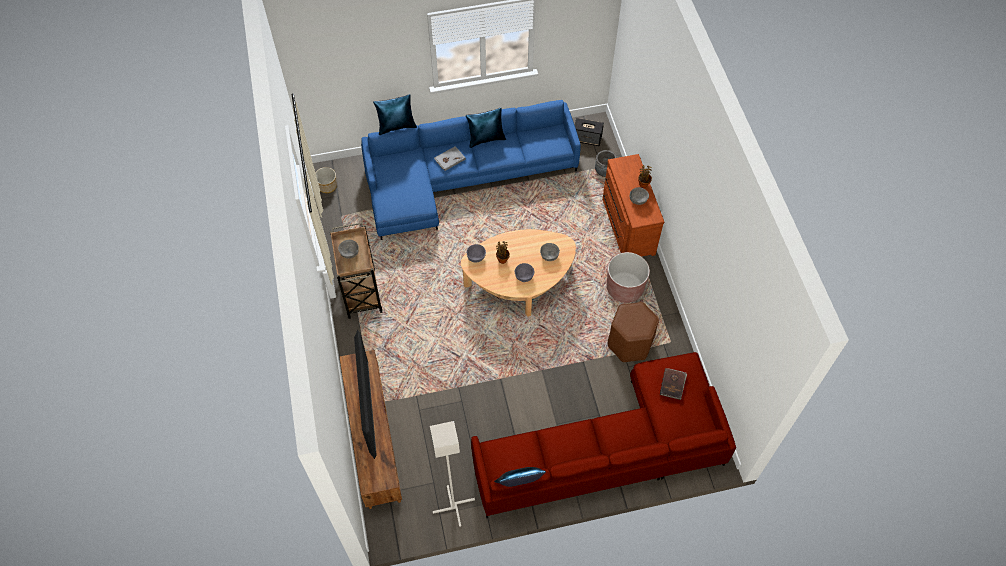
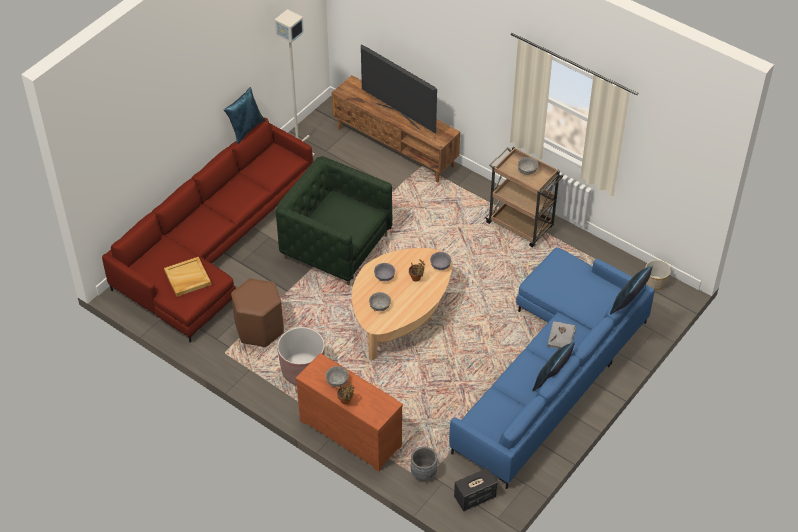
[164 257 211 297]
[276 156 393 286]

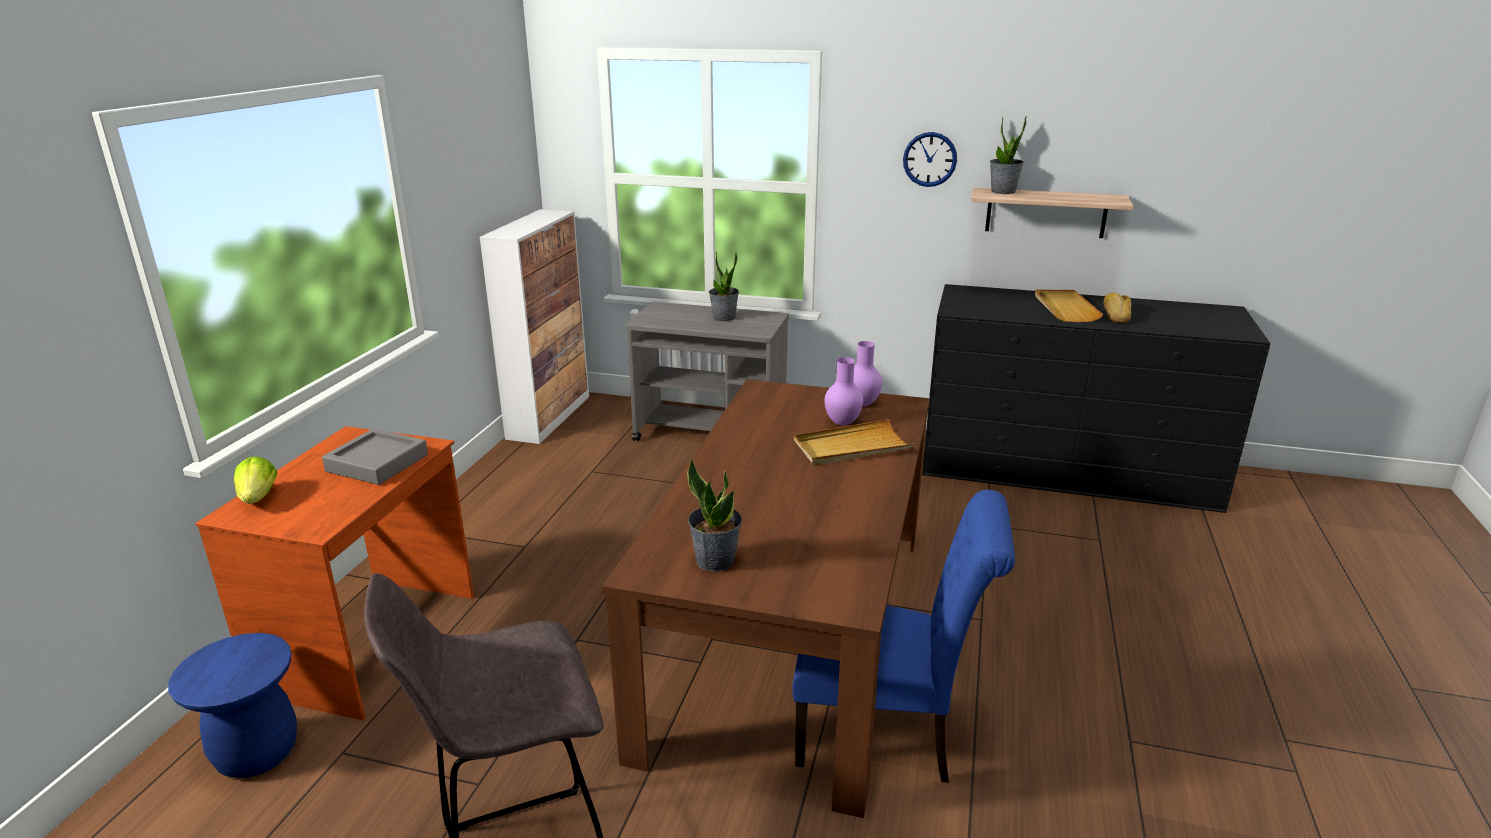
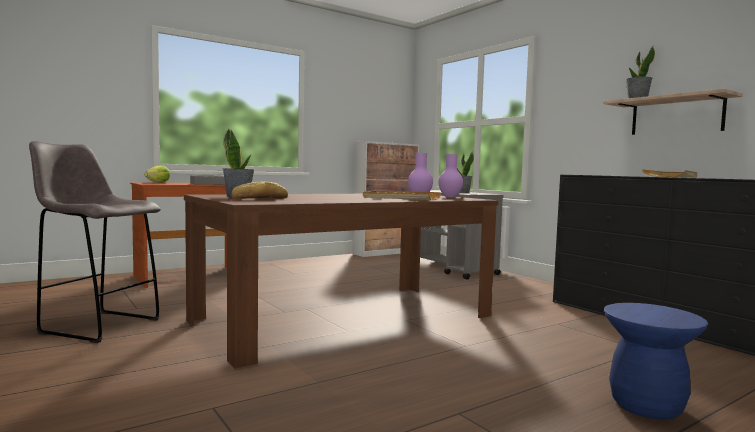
[231 182 288 199]
[604 303 708 420]
[792 490 1015 783] (first image)
[903 132 957 187] (first image)

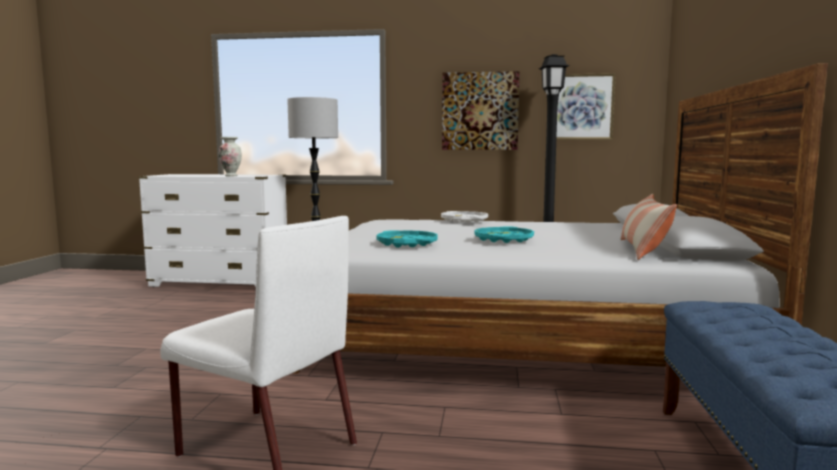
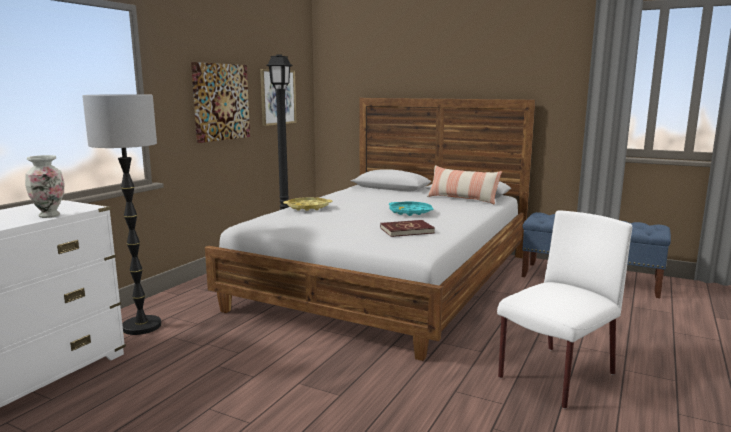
[283 197 333 211]
[380 220 435 237]

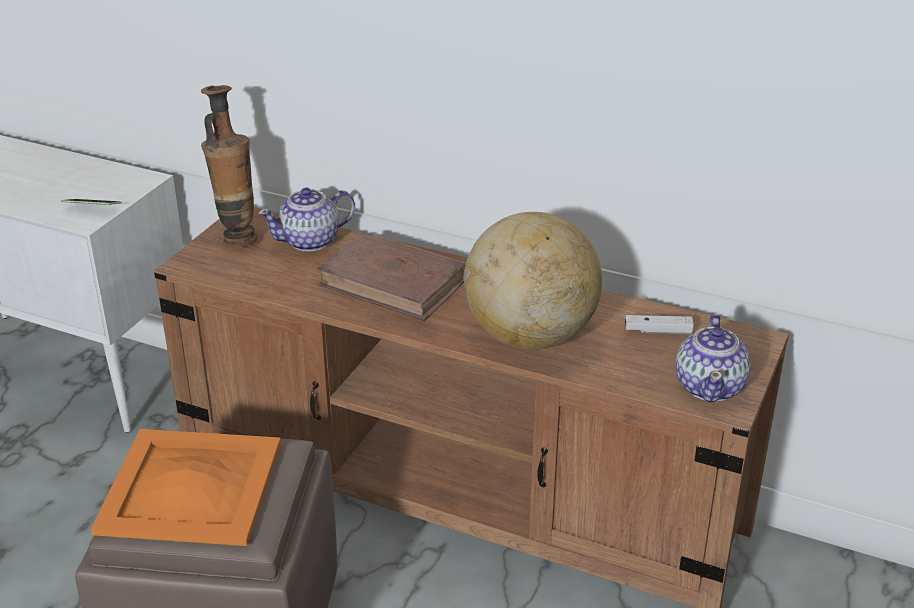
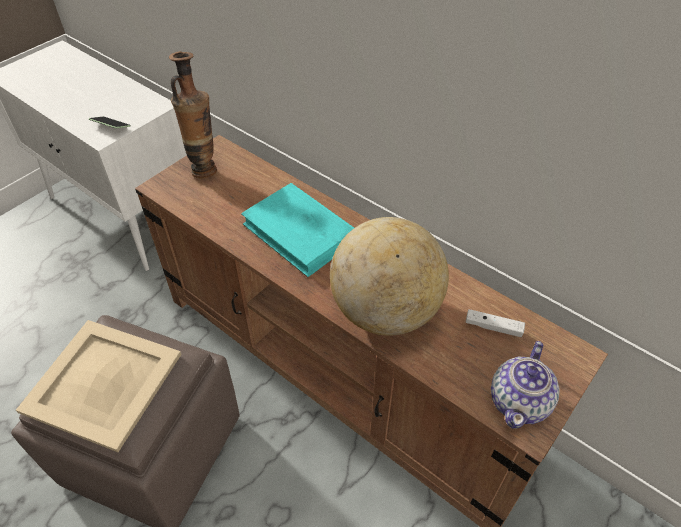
[16 320 182 452]
[241 183 354 277]
[258 188 355 252] (first image)

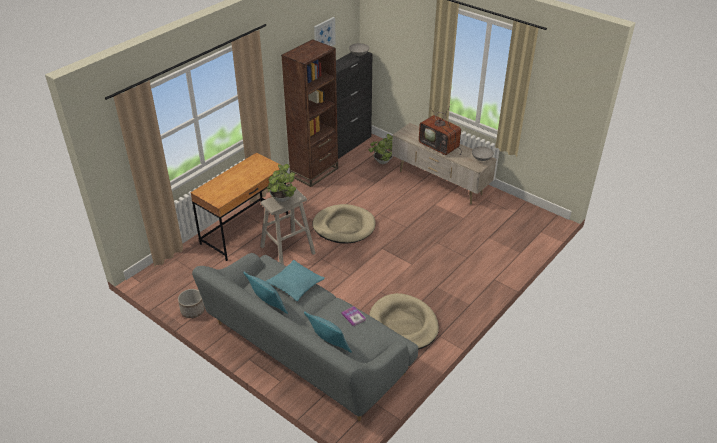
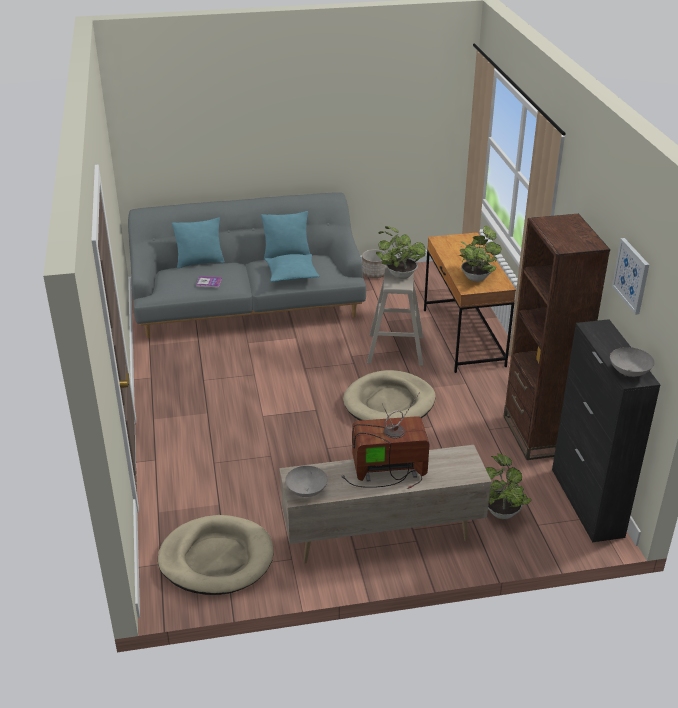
[158 515 274 595]
[459 226 501 282]

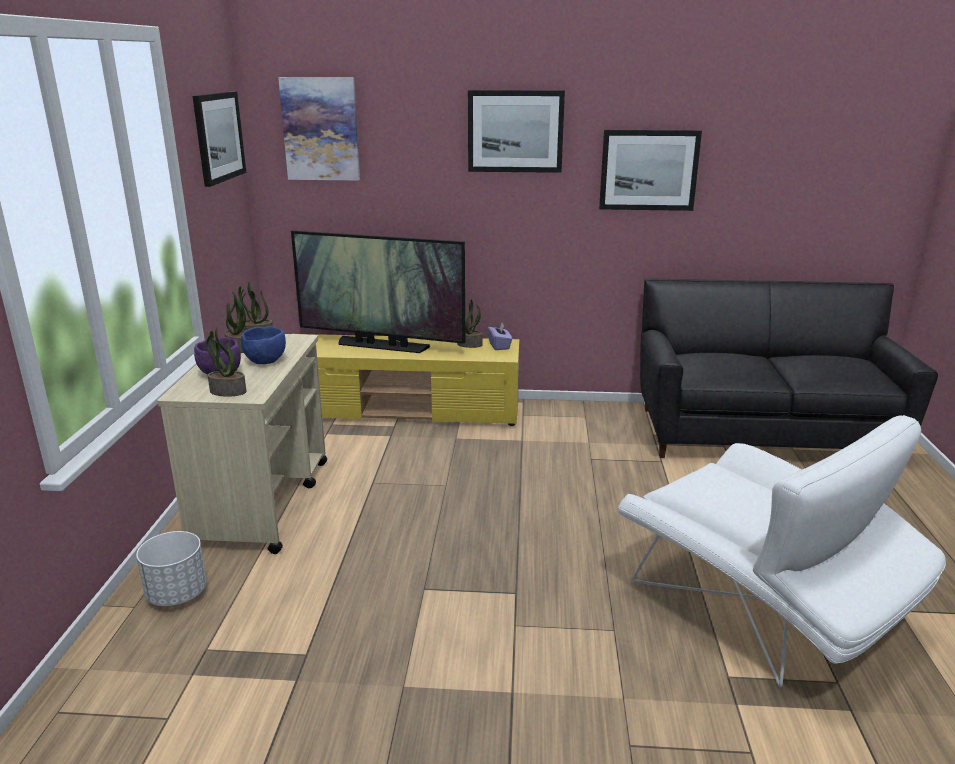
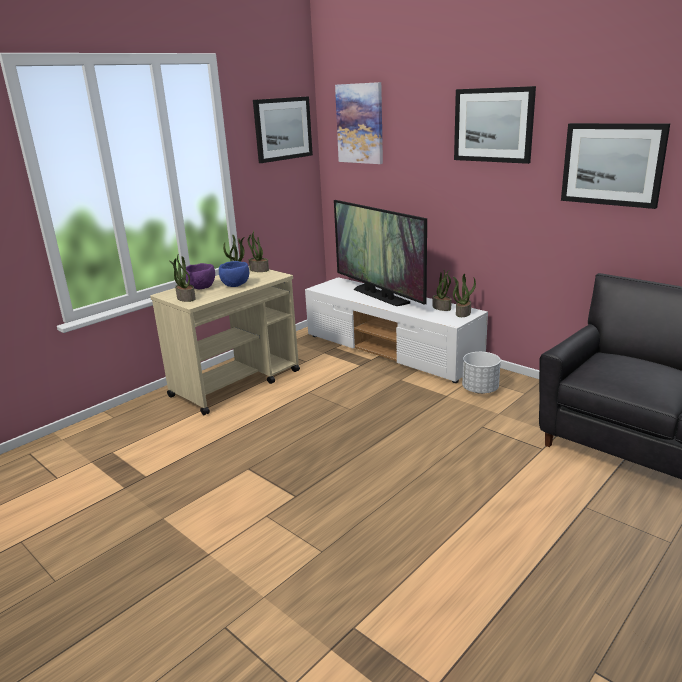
[305 277 488 383]
[453 273 476 317]
[462 352 501 394]
[618 415 946 688] (first image)

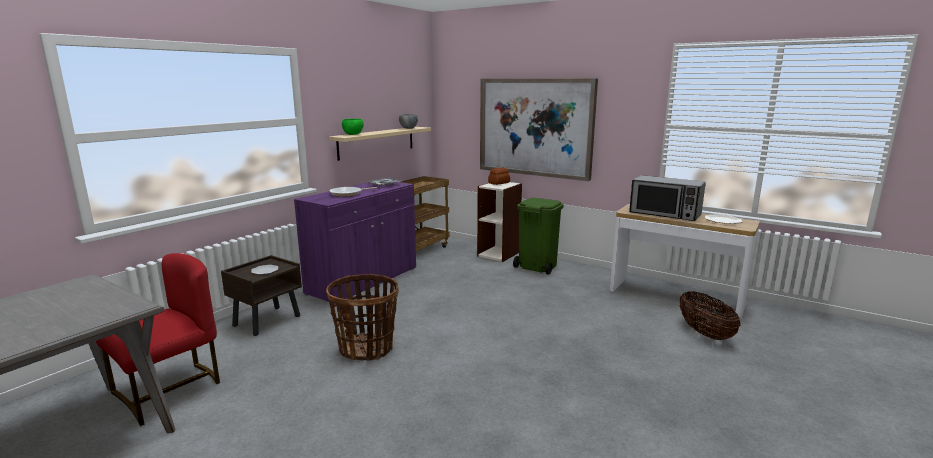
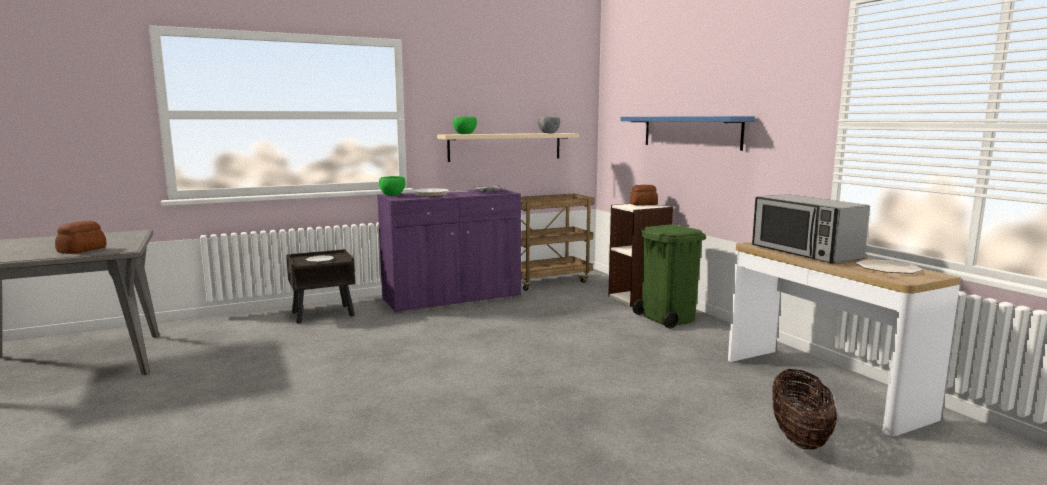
[55 221 107 254]
[379 176 406 196]
[620 116 755 151]
[96 253 220 426] (first image)
[326 274 399 361] (first image)

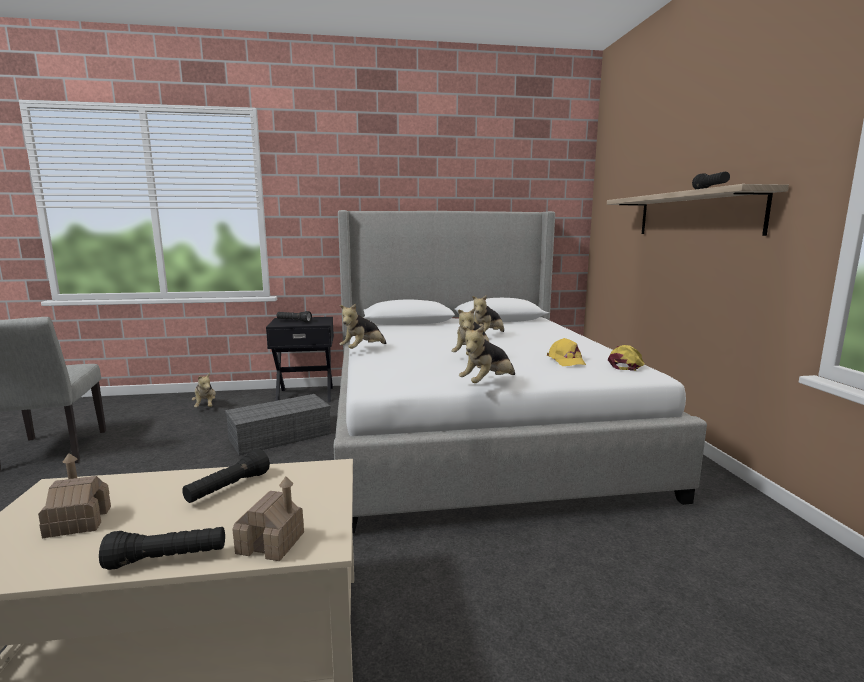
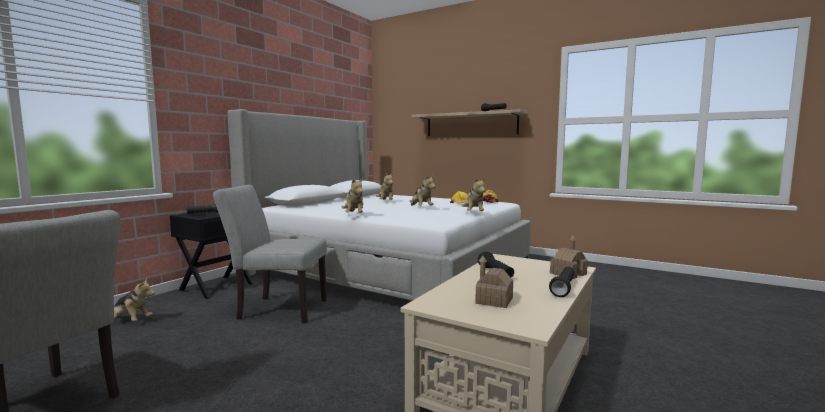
[213 185 327 323]

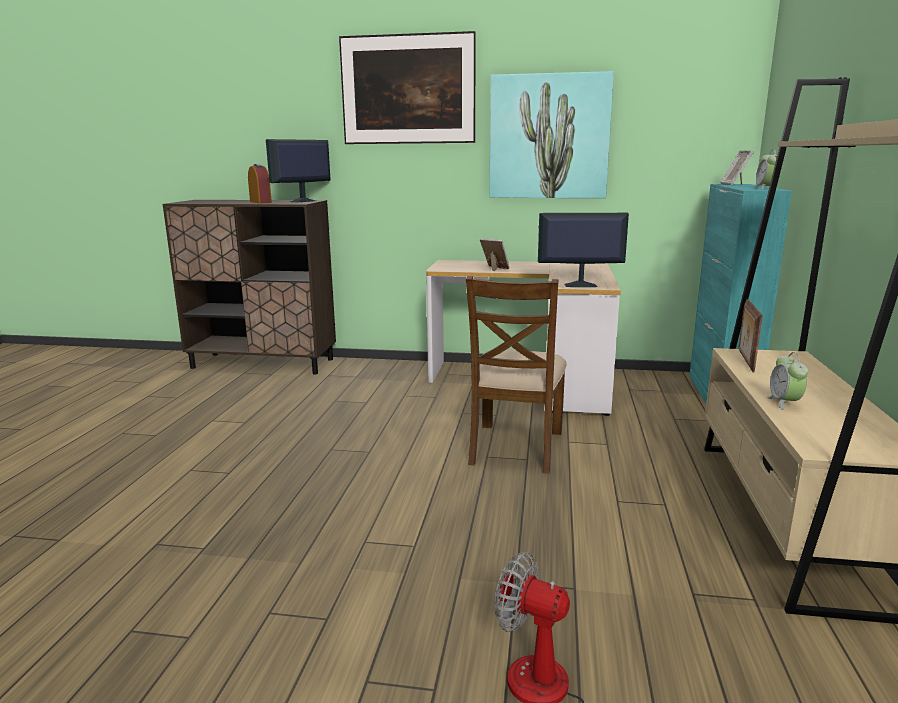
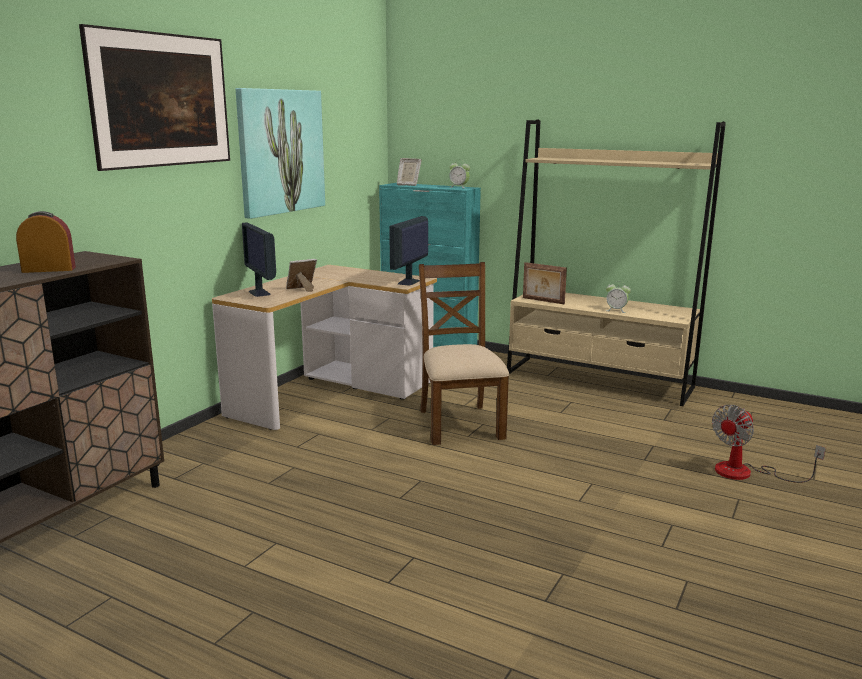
[242 222 276 297]
[419 262 509 445]

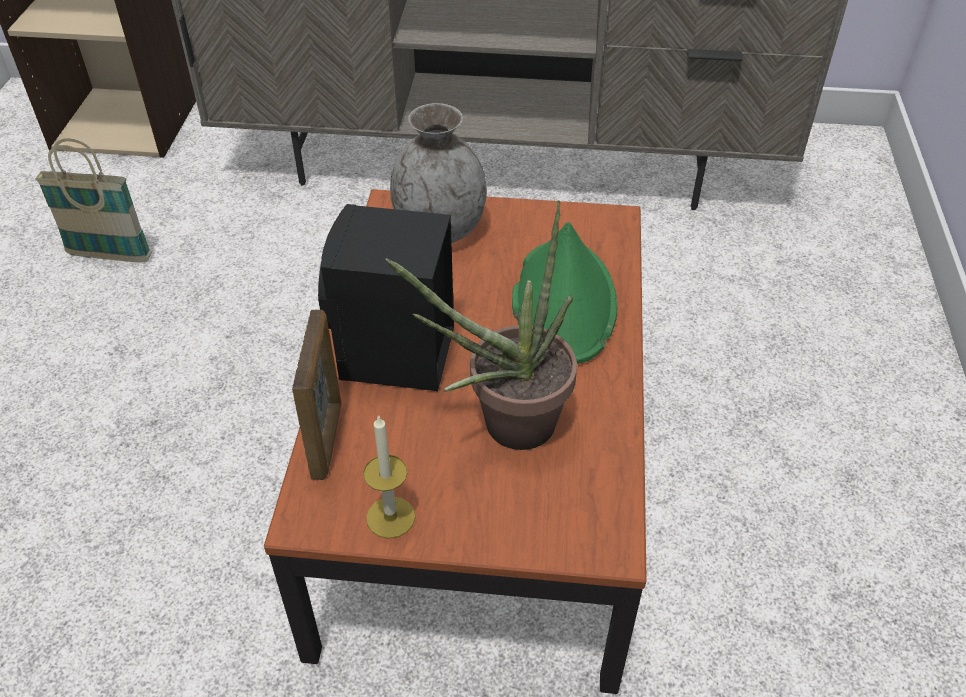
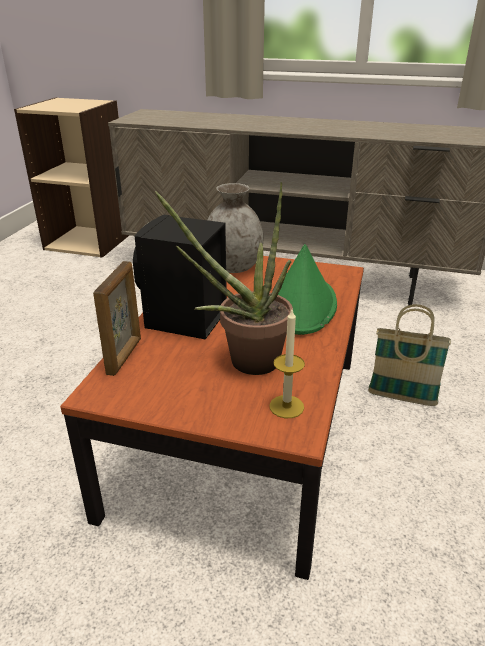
[269 310 305 418]
[368 304 451 406]

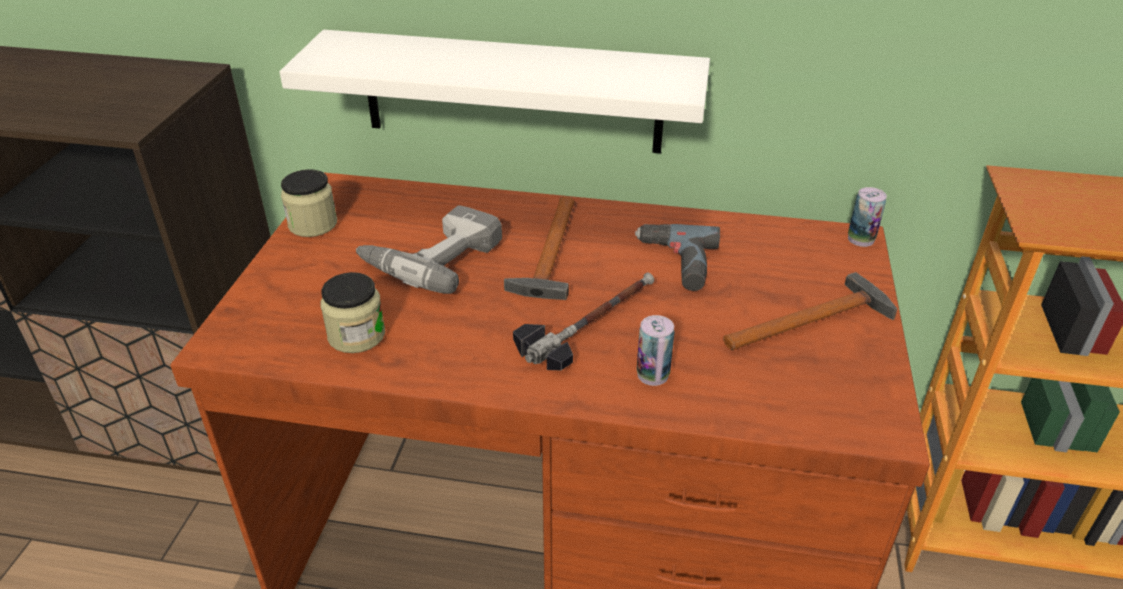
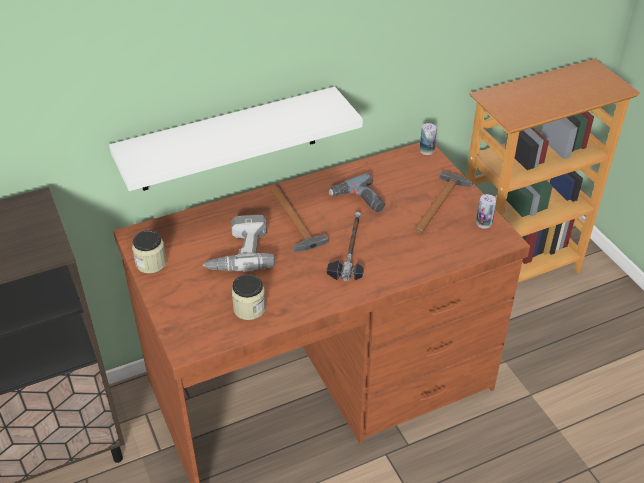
[476 194 496 229]

